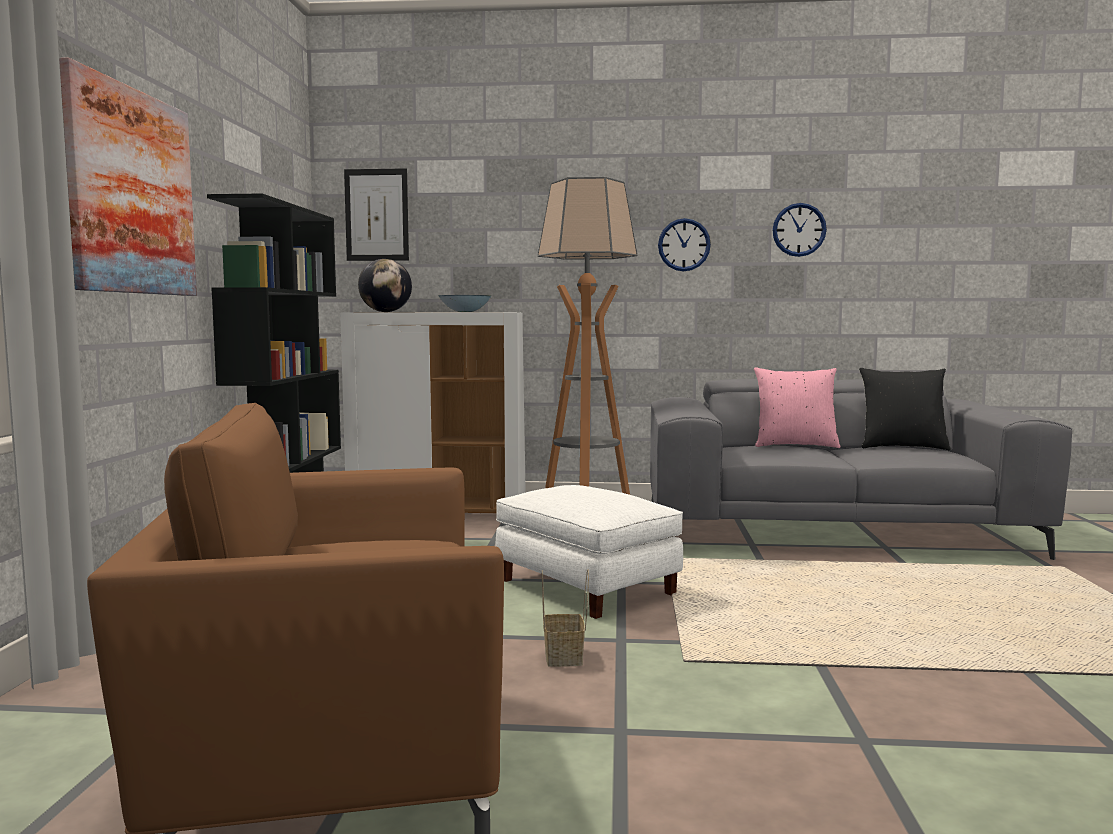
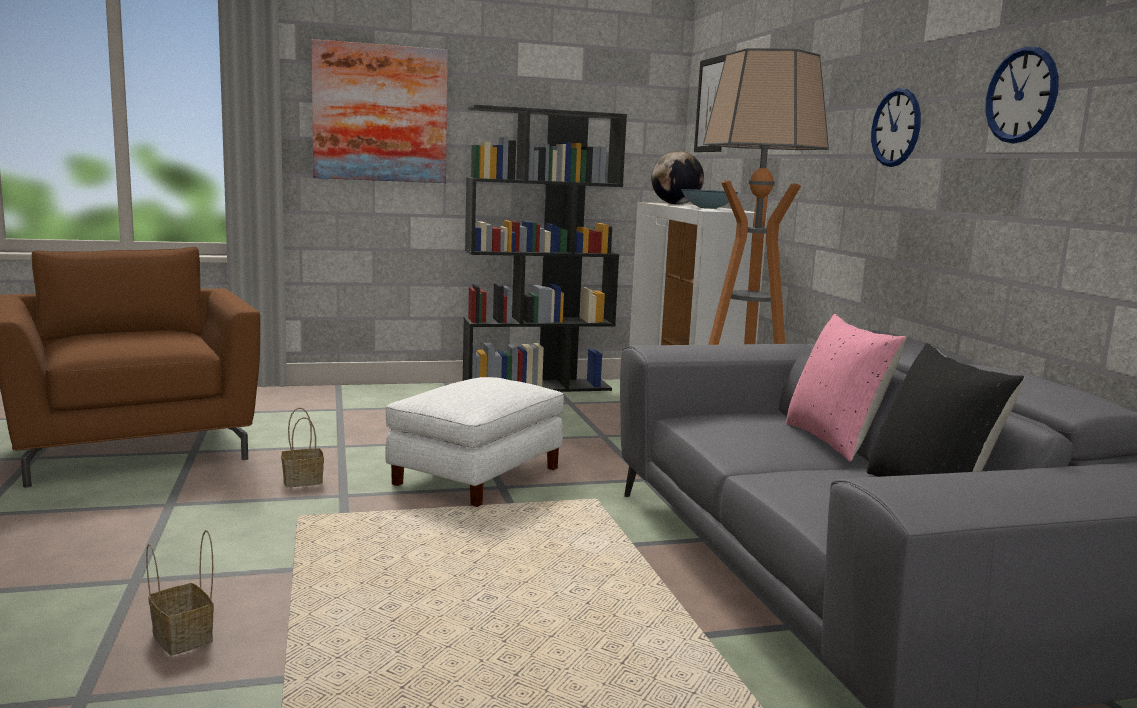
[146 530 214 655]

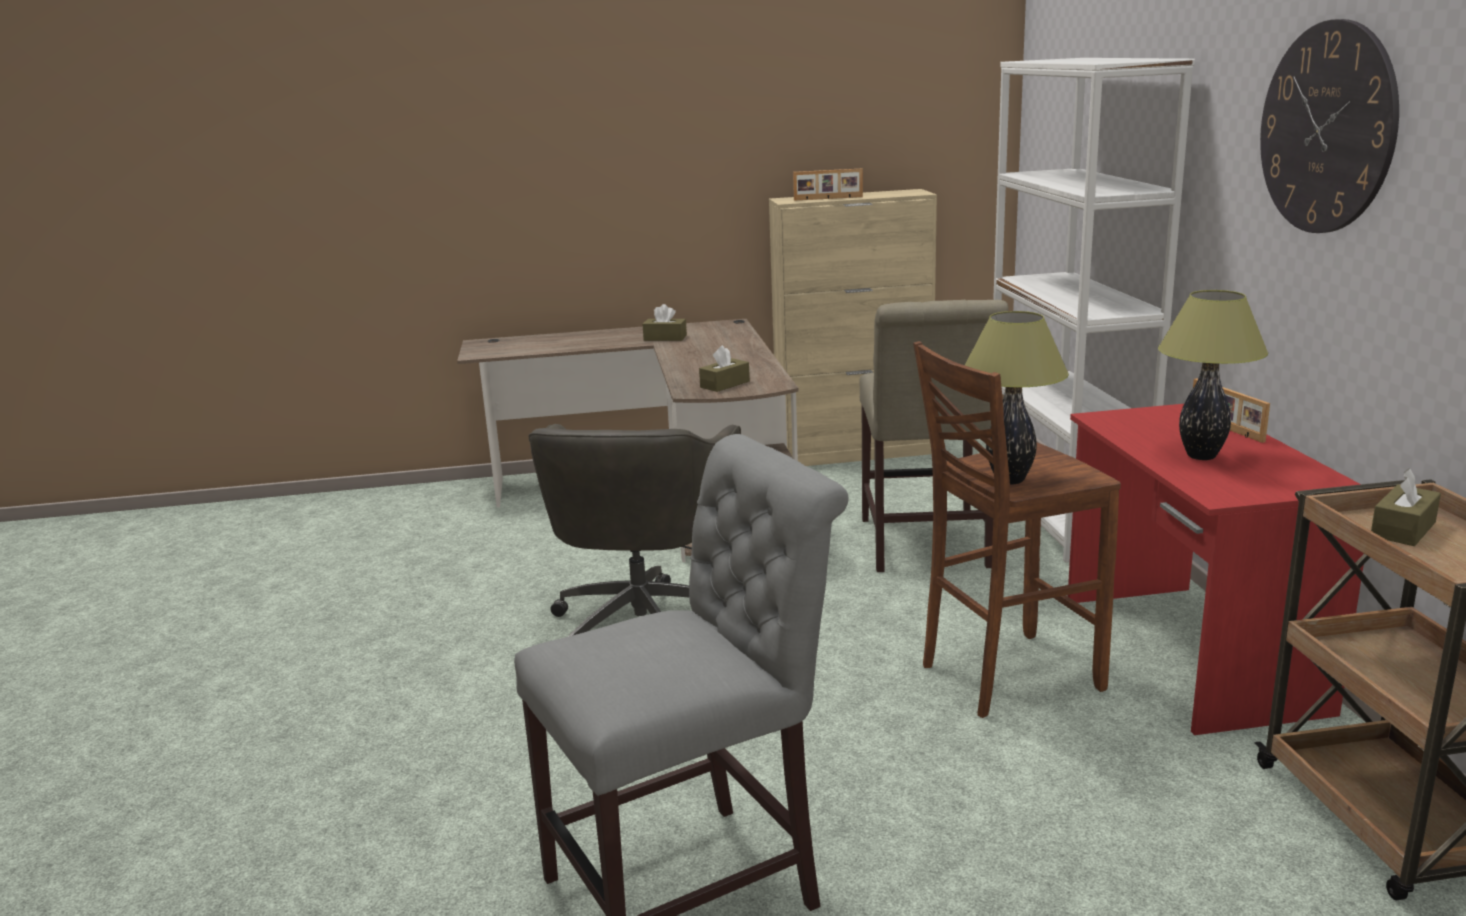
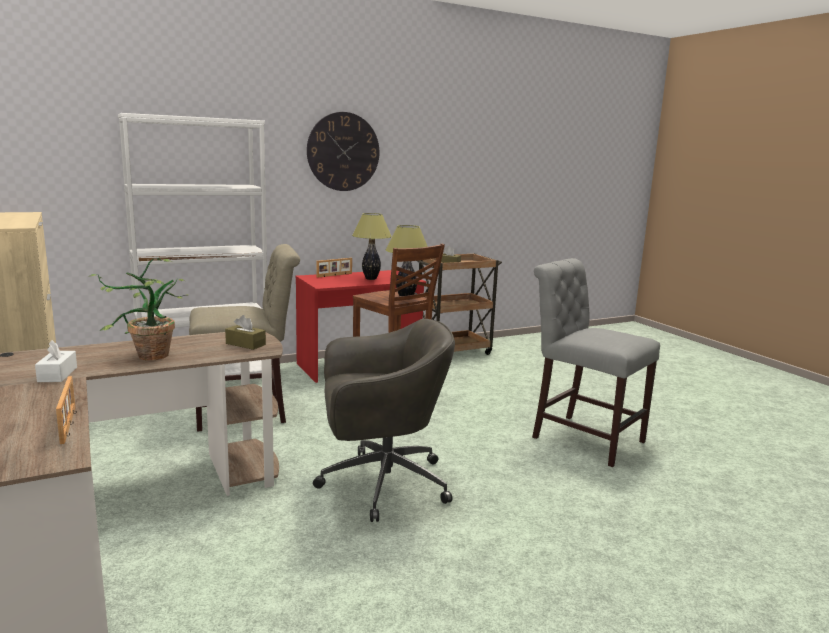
[35 340 77 382]
[56 376 77 444]
[88 258 189 360]

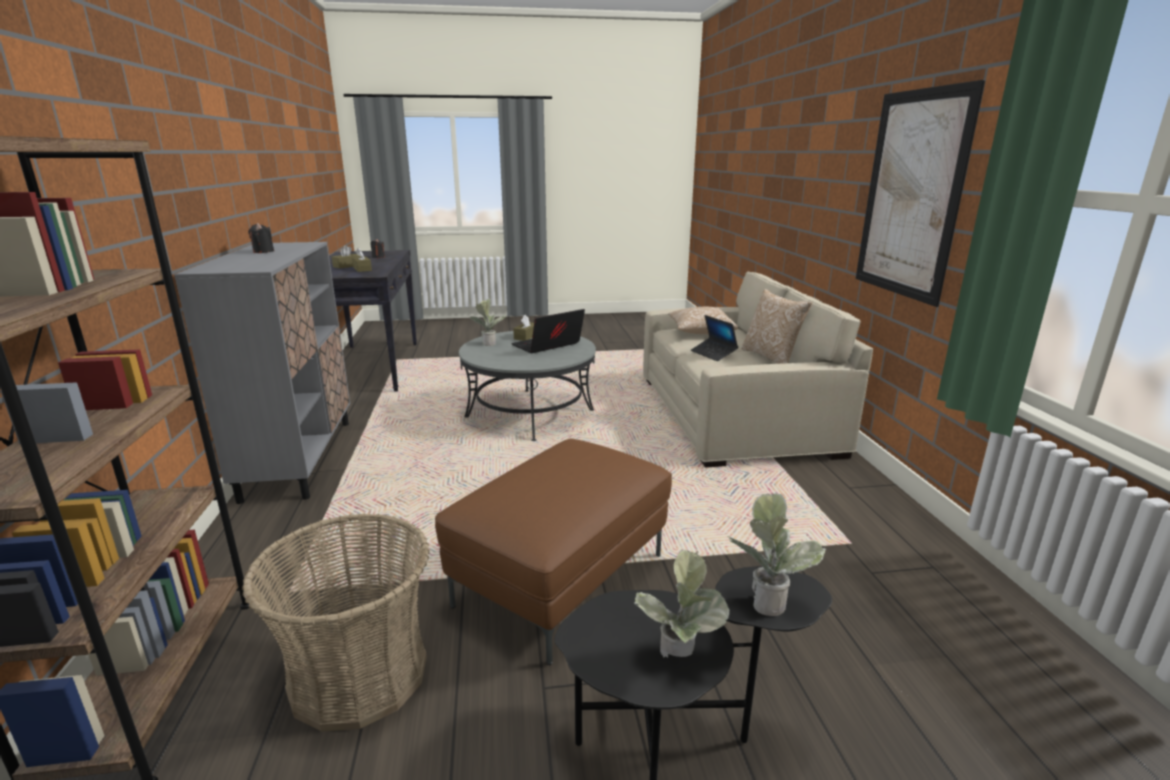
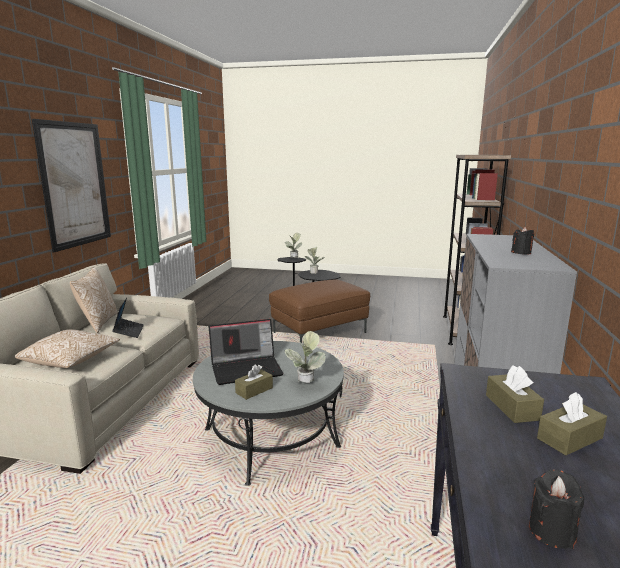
[242 513 430 732] (first image)

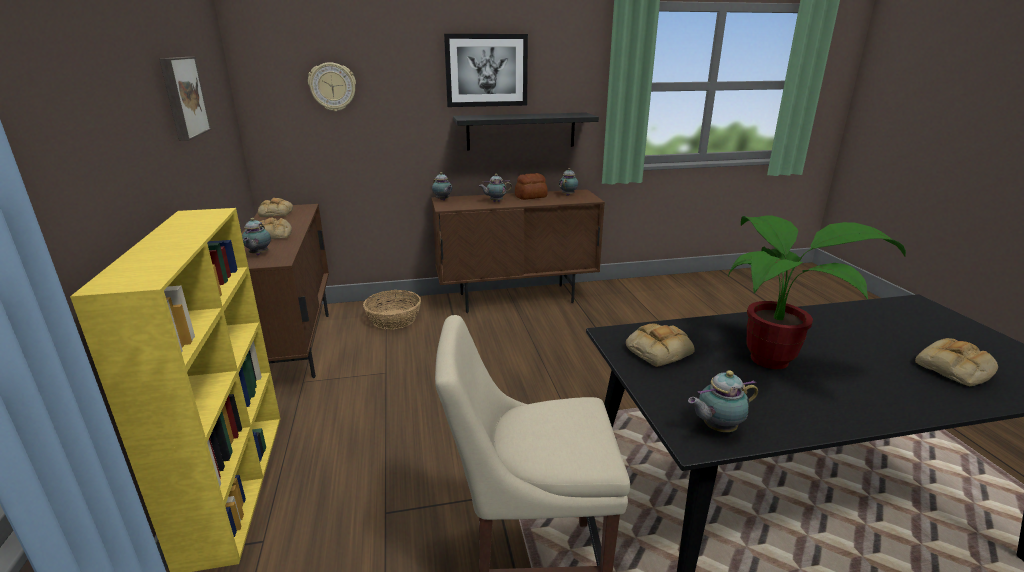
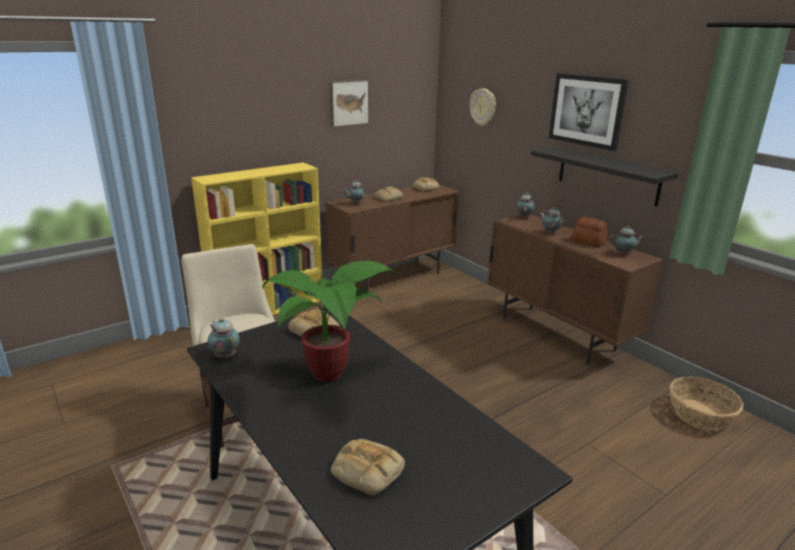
[670 376 744 430]

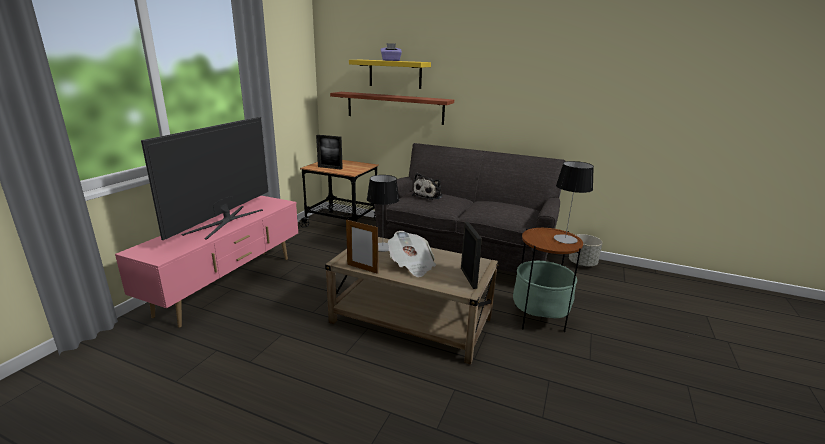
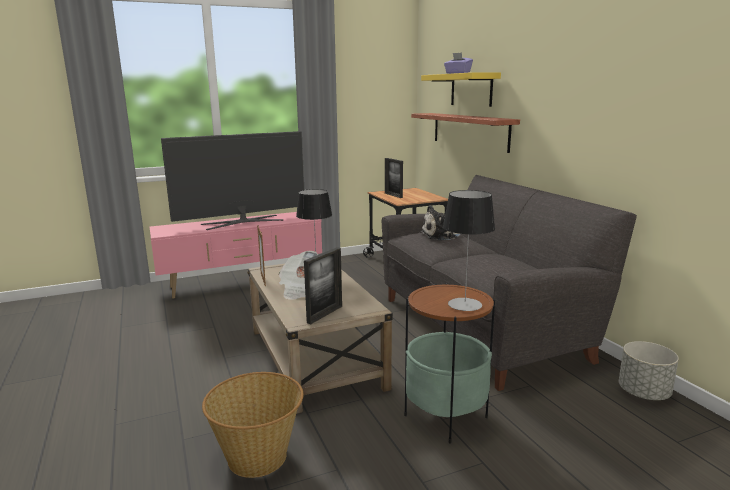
[202 372 303 478]

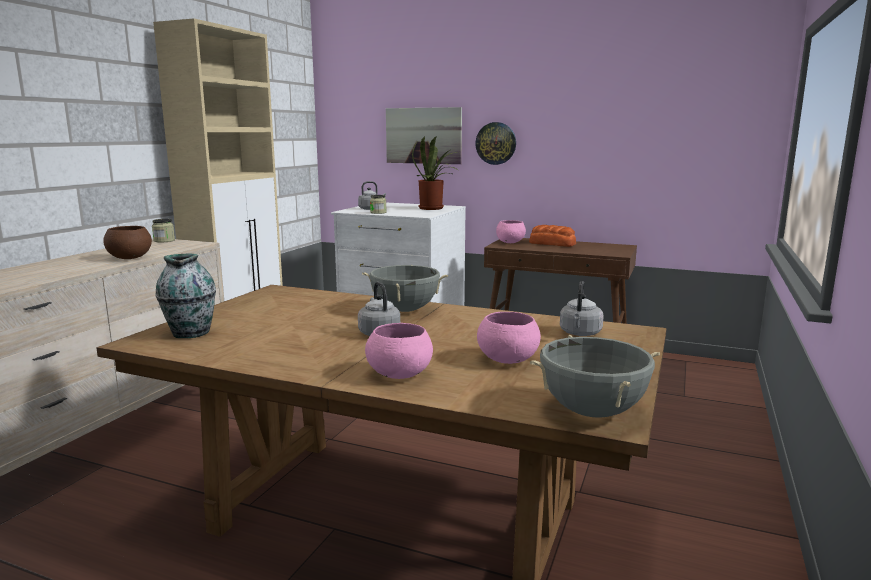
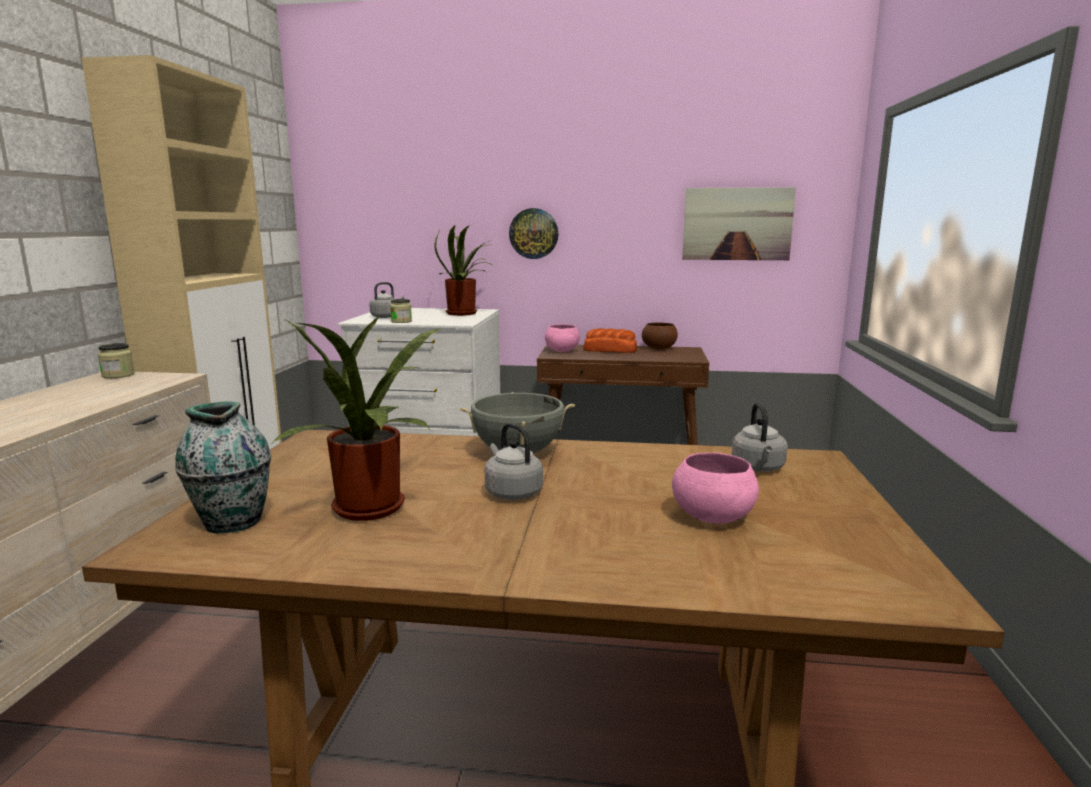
[272 315 442 521]
[642 322 678 350]
[682 187 796 260]
[365 323 433 379] (first image)
[530 335 660 418] (first image)

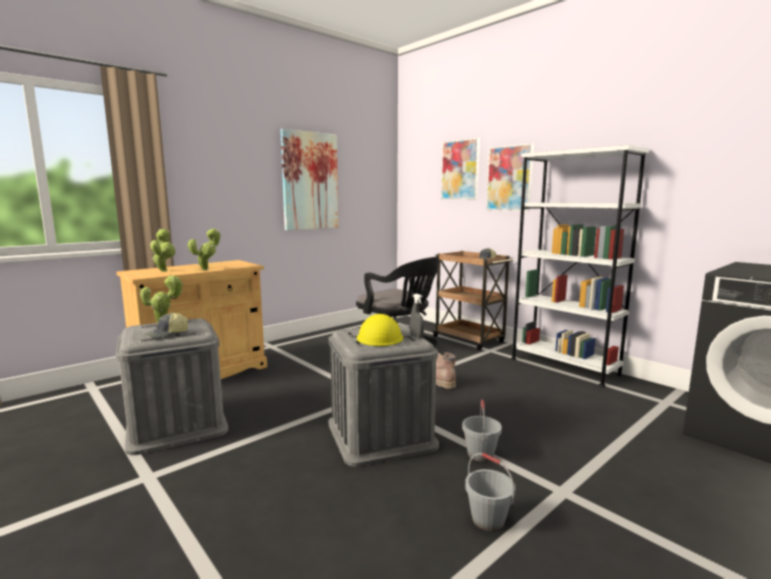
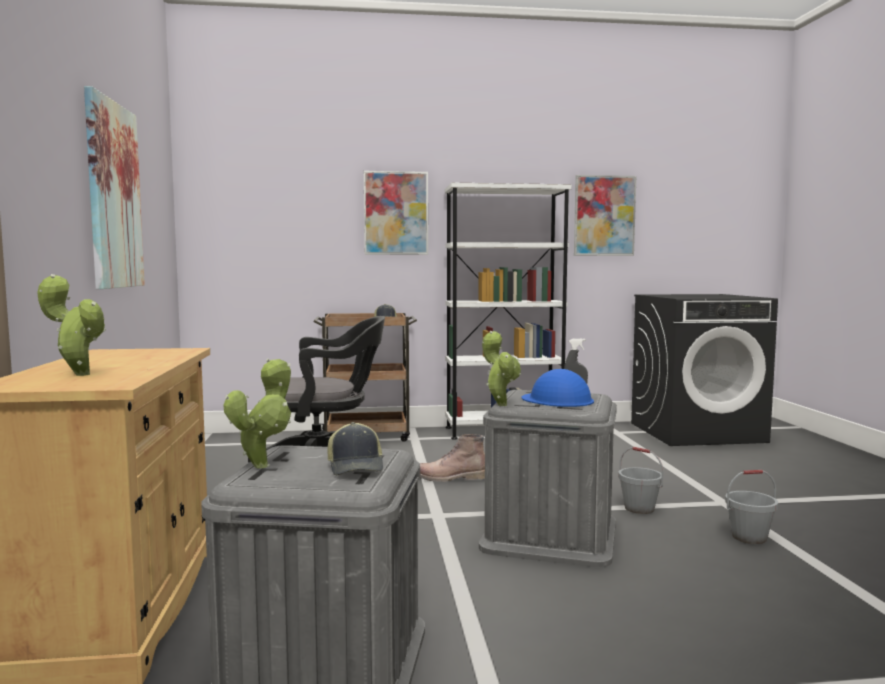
[482 331 521 406]
[521 369 594 407]
[574 175 636 256]

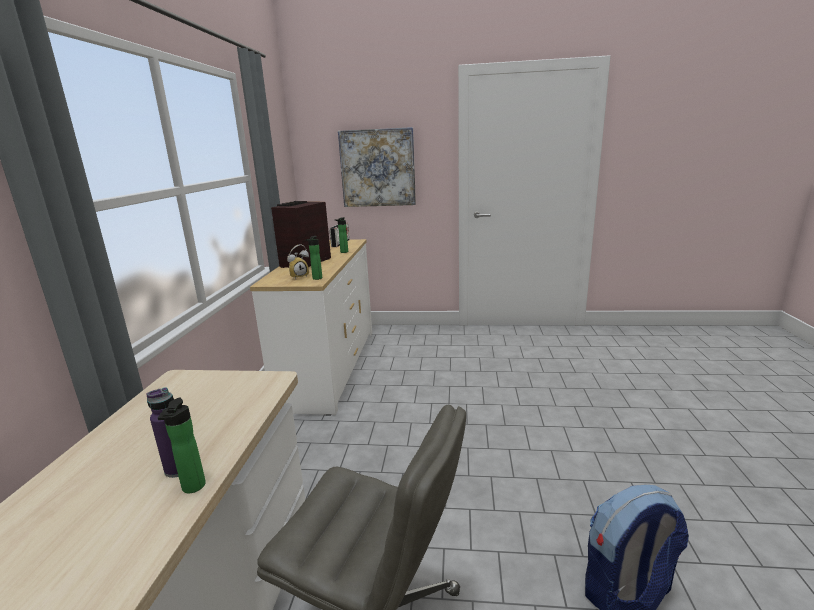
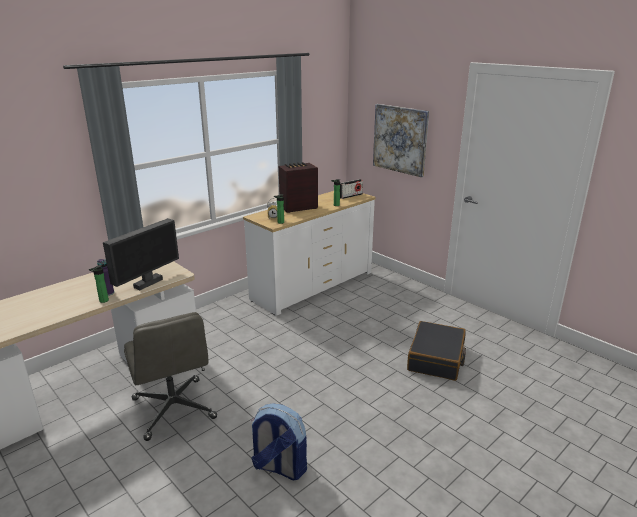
[103 218 179 290]
[407 321 466 381]

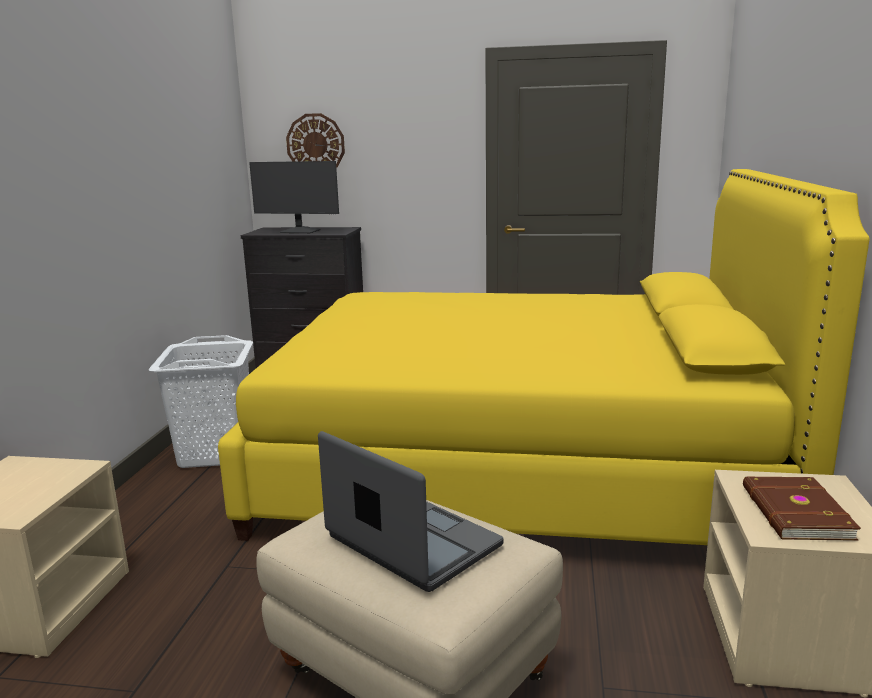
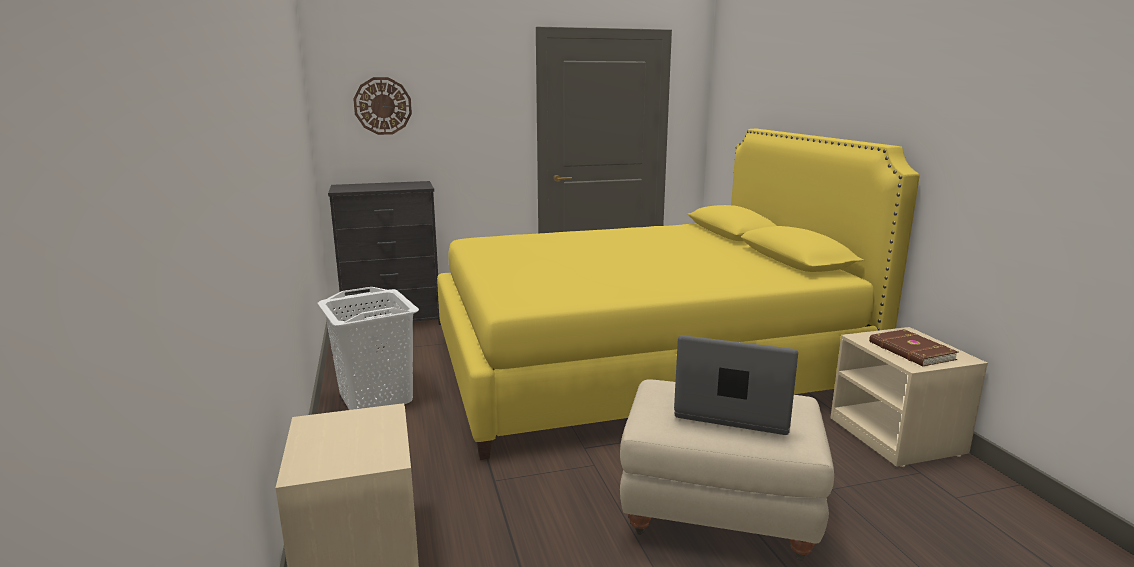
[249 161 339 233] (first image)

